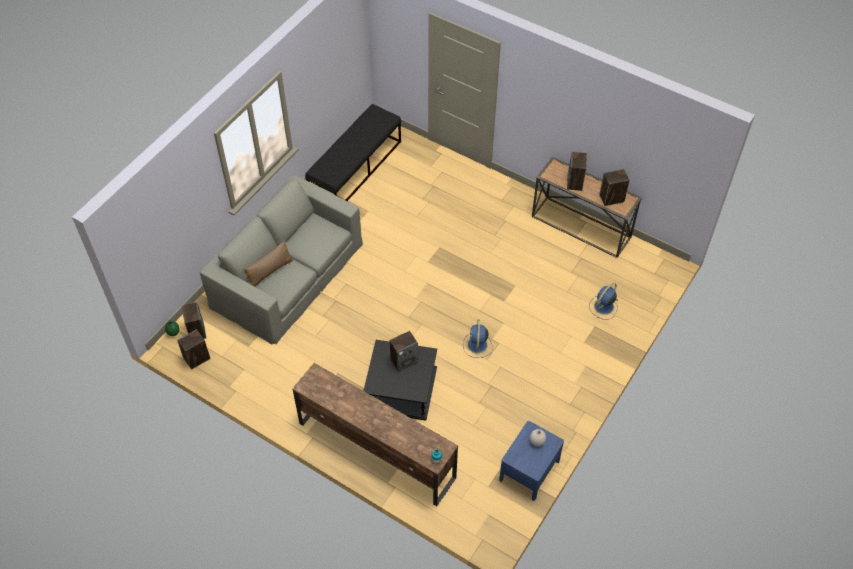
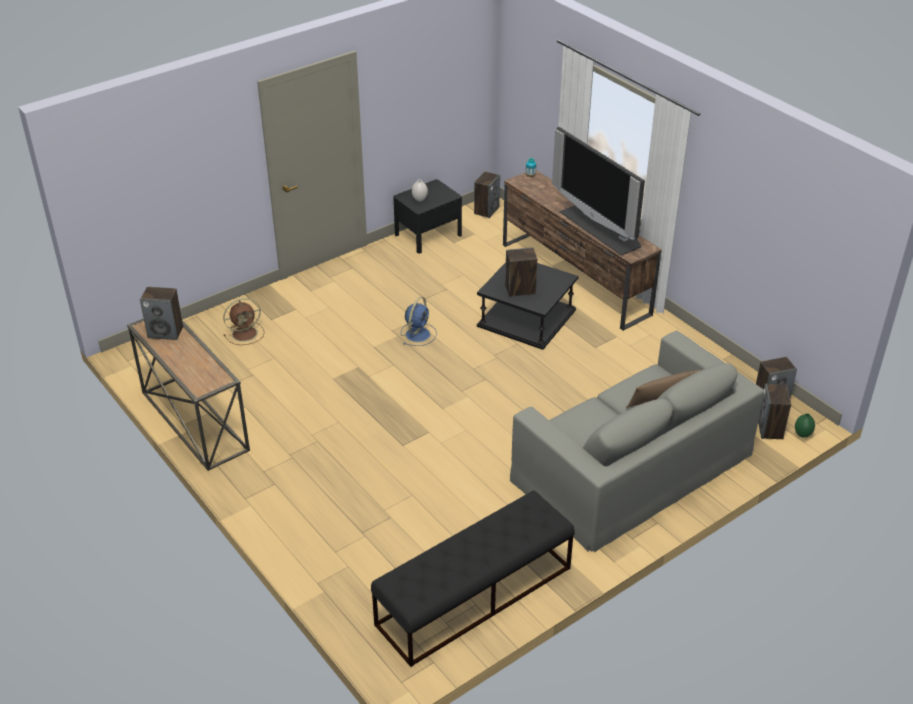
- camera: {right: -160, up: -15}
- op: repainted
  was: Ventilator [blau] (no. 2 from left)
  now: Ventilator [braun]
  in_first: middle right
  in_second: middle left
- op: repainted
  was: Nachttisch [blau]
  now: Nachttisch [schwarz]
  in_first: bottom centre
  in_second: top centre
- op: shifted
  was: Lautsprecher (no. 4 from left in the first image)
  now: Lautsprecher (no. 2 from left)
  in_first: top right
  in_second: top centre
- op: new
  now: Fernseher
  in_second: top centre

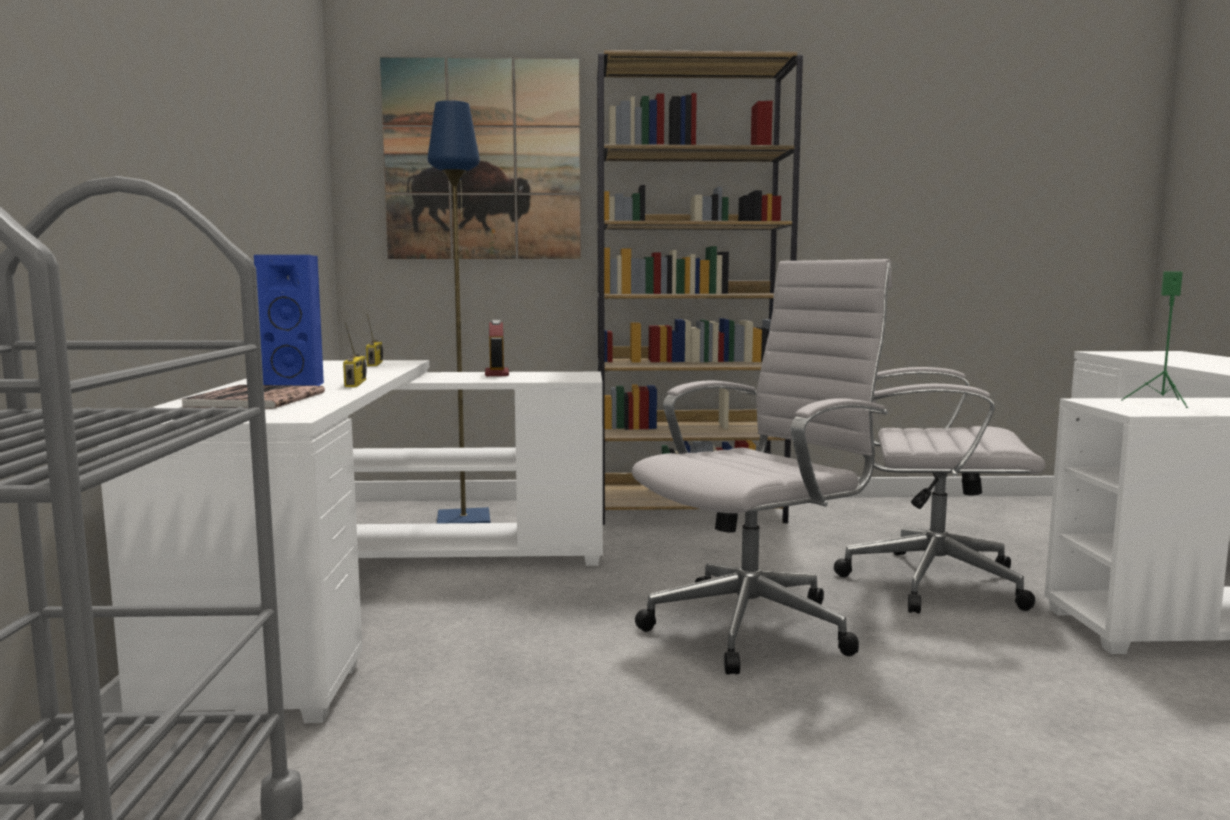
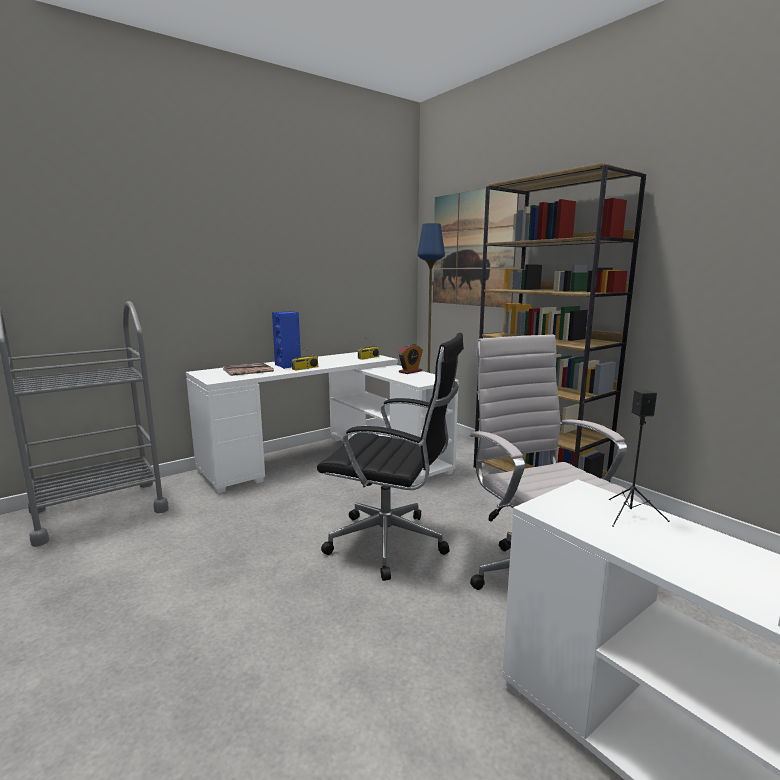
- camera: {right: 55, up: 5}
- op: repainted
  was: Bürostuhl [weiß] (no. 1 from left)
  now: Bürostuhl [schwarz]
  in_first: centre
  in_second: centre
- op: repainted
  was: Lautsprecher [grün]
  now: Lautsprecher [schwarz]
  in_first: middle right
  in_second: middle right

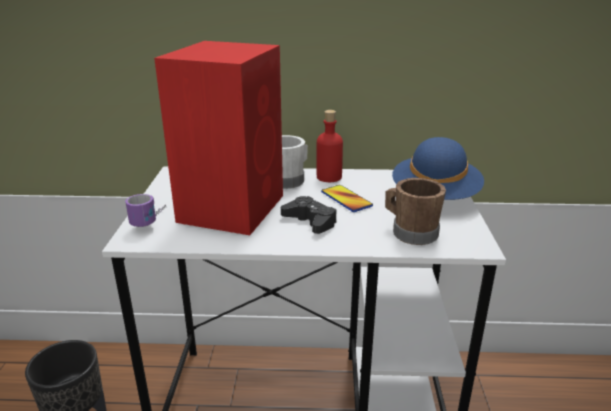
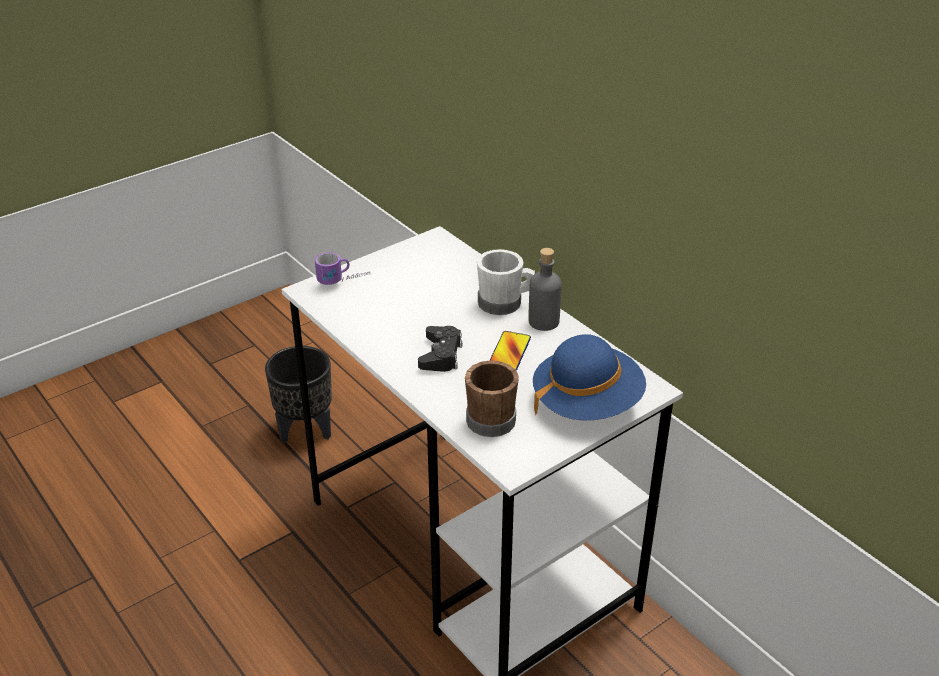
- camera: {right: 50, up: 10}
- op: repainted
  was: Flasche [rot]
  now: Flasche [grau]
  in_first: centre
  in_second: centre
- op: gone
  was: Lautsprecher [rot]
  in_first: centre

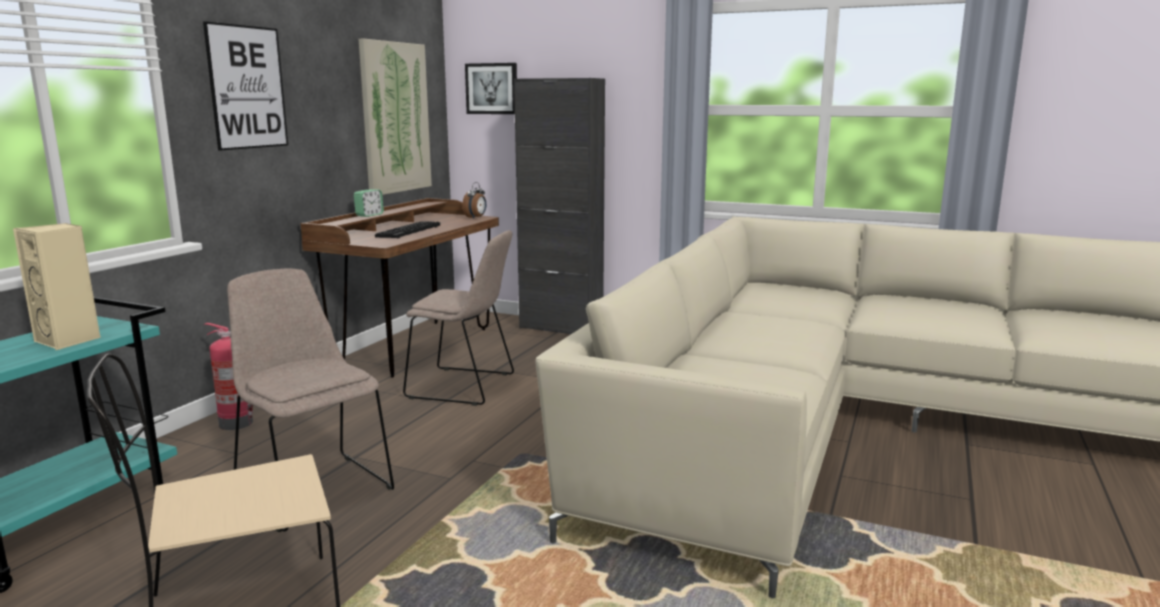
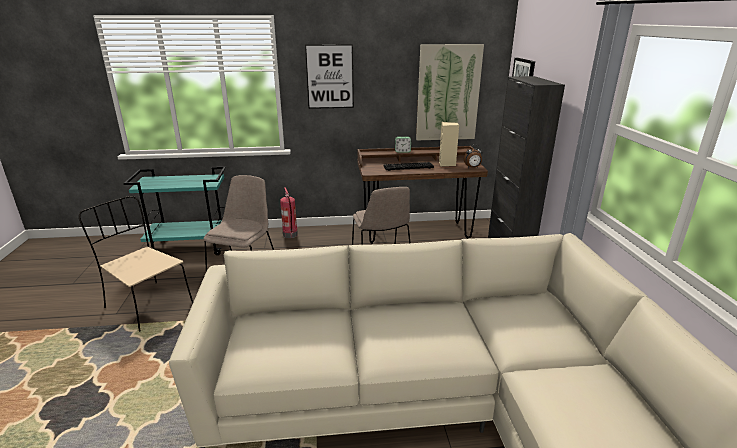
- camera: {right: 60, up: 10}
- op: shifted
  was: Lautsprecher [beige]
  in_first: middle left
  in_second: top centre

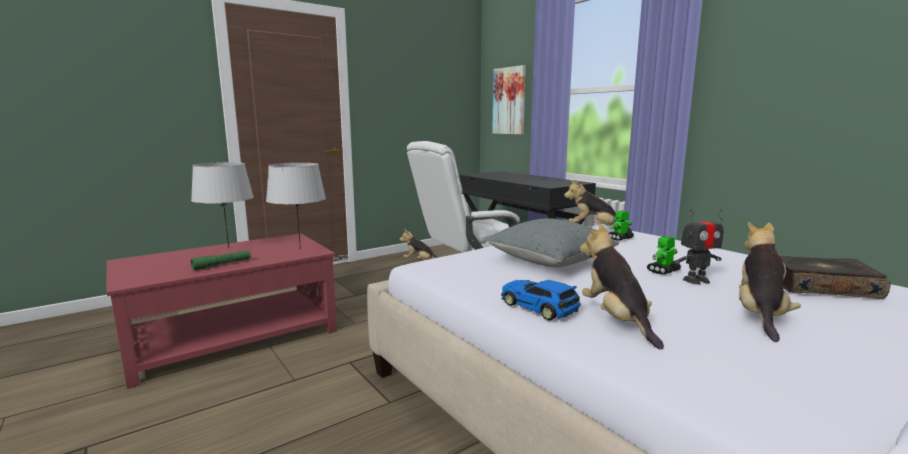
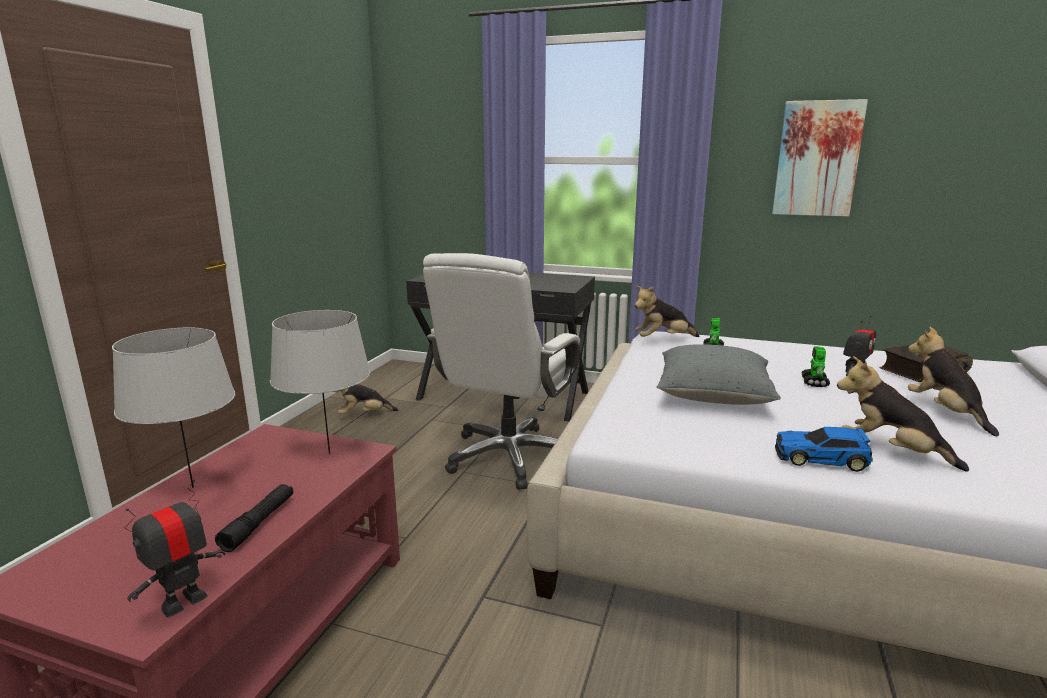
- camera: {right: -35, up: 5}
- op: new
  now: Spielzeugroboter (no. 1 from left)
  in_second: bottom left
- op: repainted
  was: Taschenlampe [grün]
  now: Taschenlampe [schwarz]
  in_first: middle left
  in_second: bottom left
- op: shifted
  was: Bild
  in_first: top centre
  in_second: top right

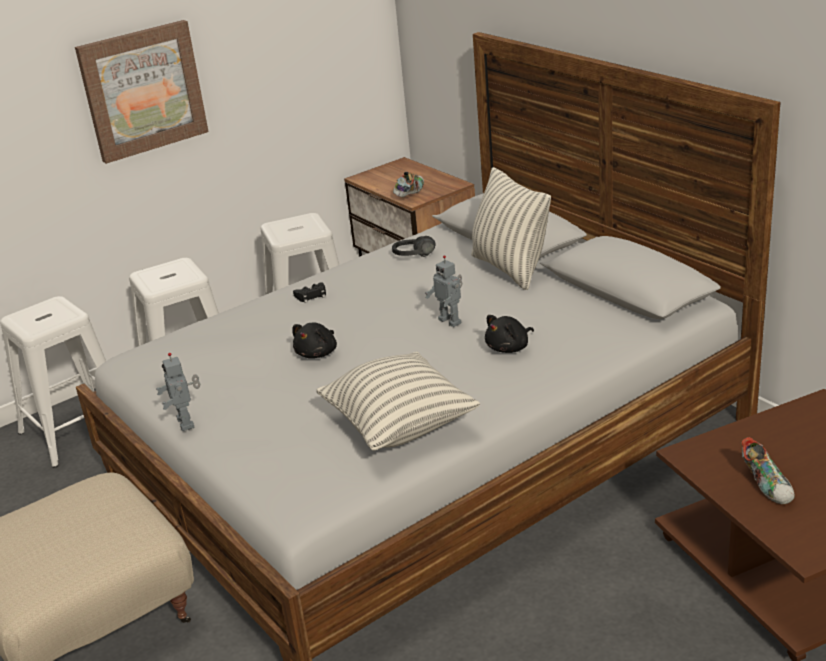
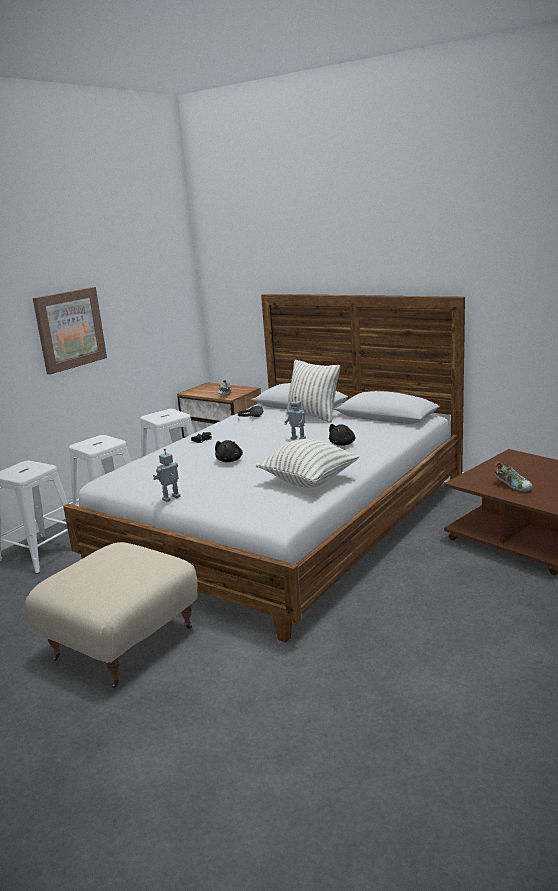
- camera: {right: -20, up: -10}
- op: rotated
  was: Spielzeugroboter (no. 1 from left)
  in_first: middle left
  in_second: middle left
  clockwise: 90

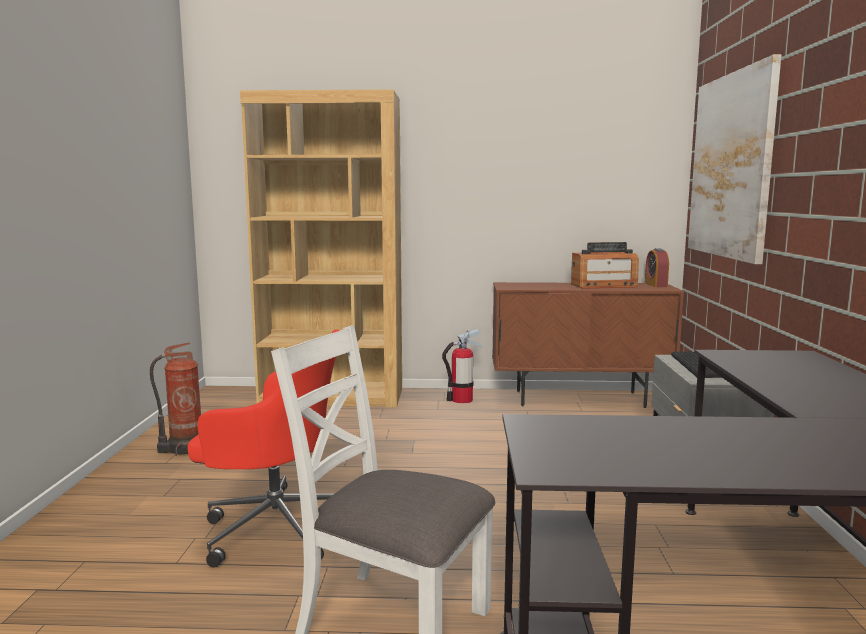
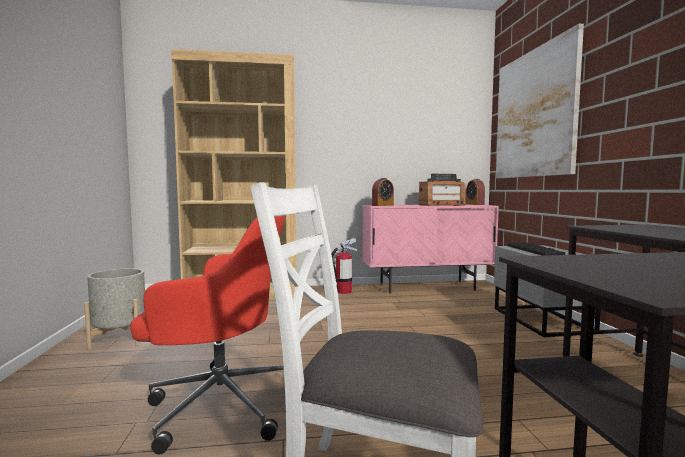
- camera: {right: -10, up: -5}
- op: swapped
  was: Feuerlöscher (no. 1 from left)
  now: Pflanzkübel [grau]
  in_first: middle left
  in_second: bottom left
- op: repainted
  was: Schrank [braun]
  now: Schrank [rosa]
  in_first: middle right
  in_second: centre
- op: new
  now: Wecker (no. 1 from left)
  in_second: centre

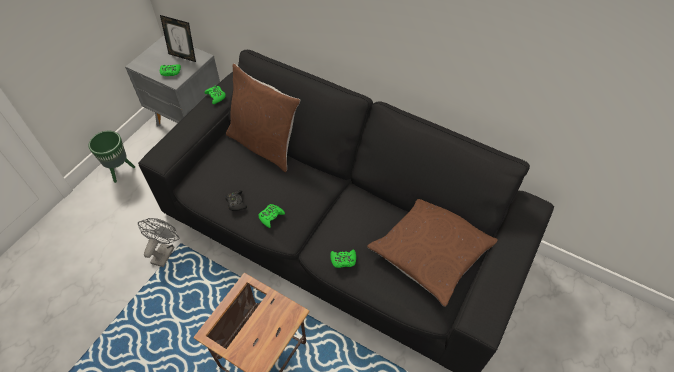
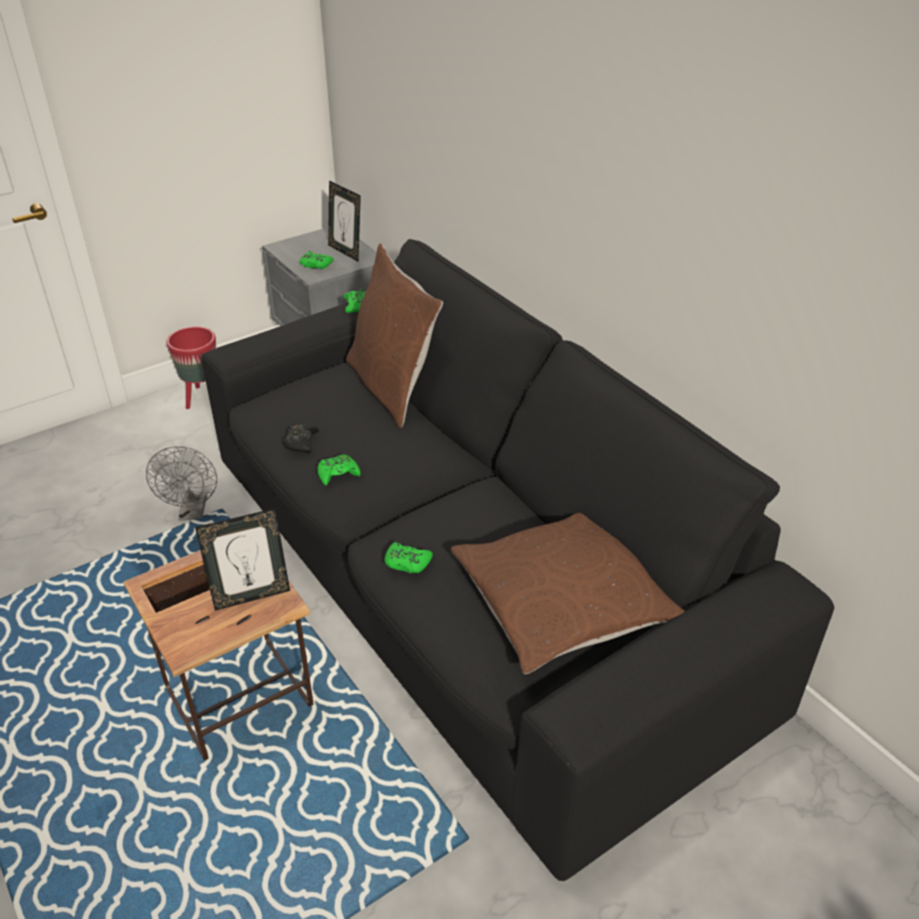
- camera: {right: 25, up: -15}
- op: rotated
  was: Ventilator [grau]
  in_first: middle left
  in_second: middle left
  clockwise: 135
- op: repainted
  was: Pflanzkübel [grün]
  now: Pflanzkübel [rot]
  in_first: middle left
  in_second: middle left
- op: new
  now: Bilderrahmen (no. 1 from left)
  in_second: middle left

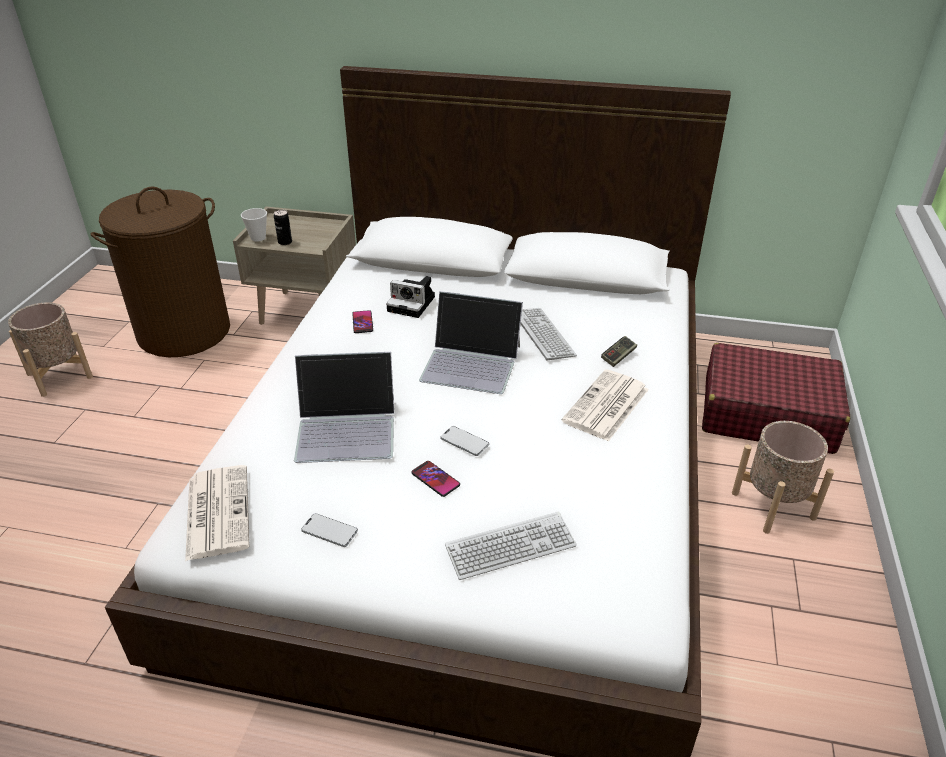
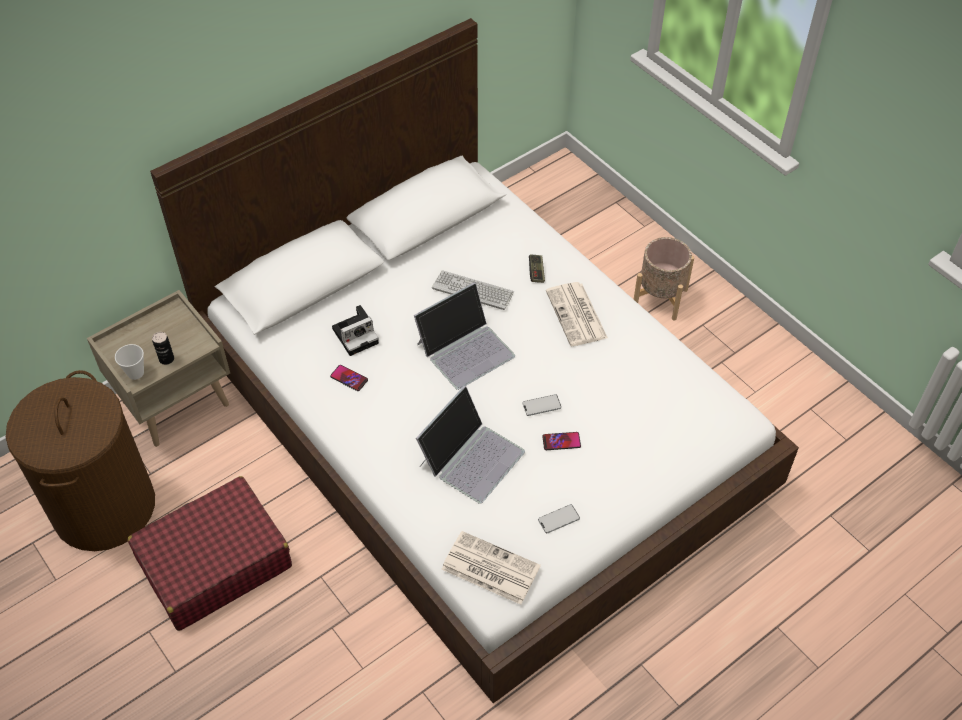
- camera: {right: -50, up: 15}
- op: shifted
  was: Koffer [rot]
  in_first: middle right
  in_second: bottom left
- op: gone
  was: Pflanzkübel [beige] (no. 1 from left)
  in_first: middle left
- op: gone
  was: Tastatur (no. 1 from left)
  in_first: bottom centre

